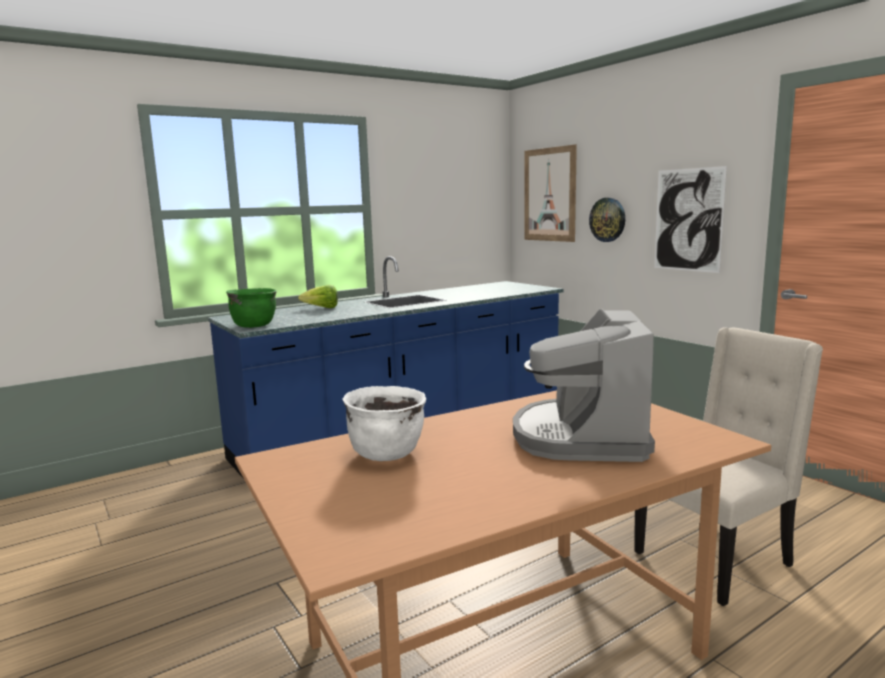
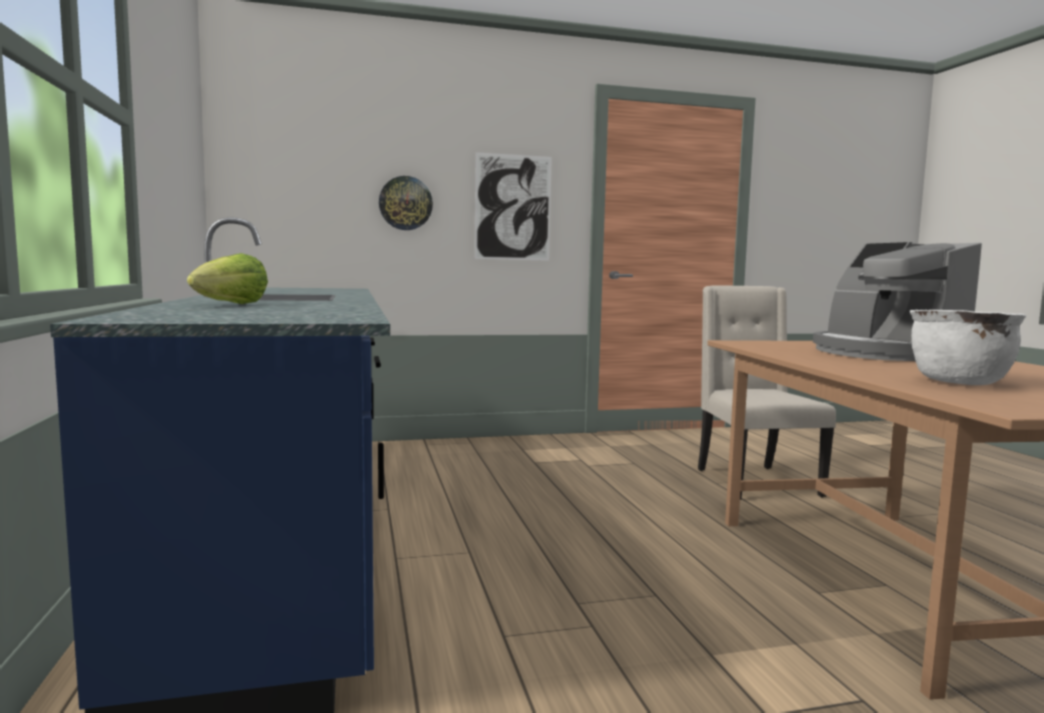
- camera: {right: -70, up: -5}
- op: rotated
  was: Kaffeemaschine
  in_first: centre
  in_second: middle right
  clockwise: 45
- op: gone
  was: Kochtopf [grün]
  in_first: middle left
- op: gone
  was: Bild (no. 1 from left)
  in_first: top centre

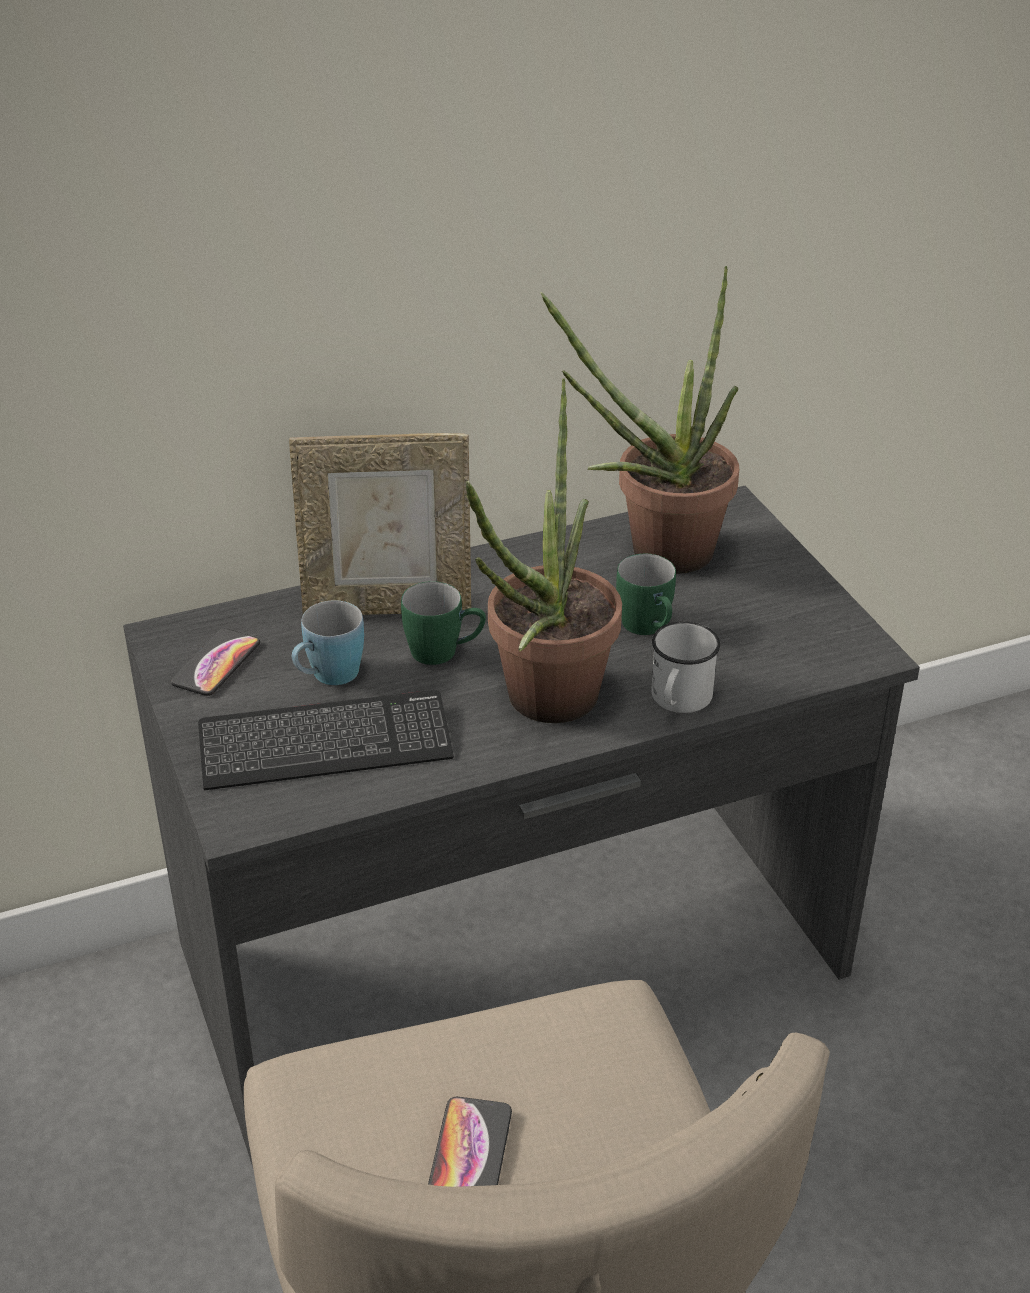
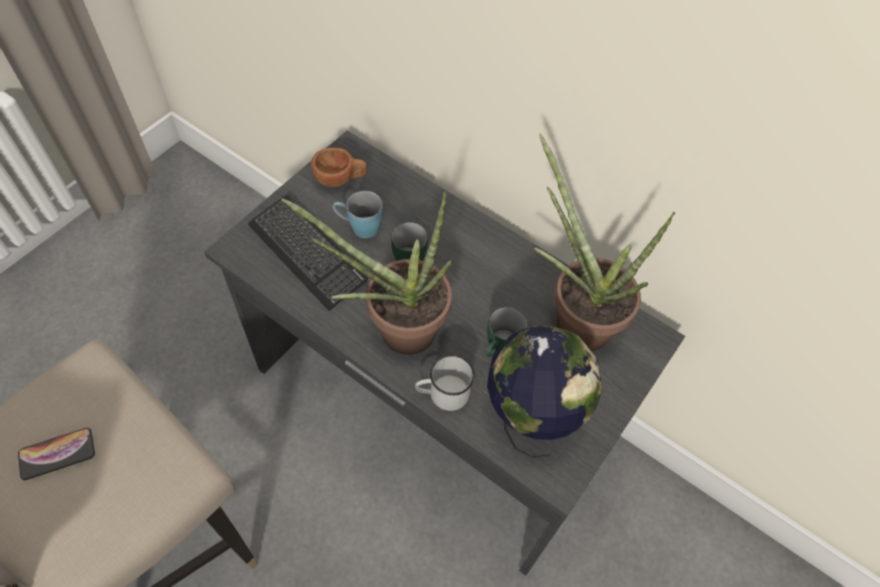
- camera: {right: 55, up: 20}
- op: swapped
  was: Handy (no. 1 from left)
  now: Tasse [braun]
  in_first: middle left
  in_second: top centre
- op: new
  now: Globus
  in_second: bottom centre
- op: gone
  was: Bilderrahmen
  in_first: centre

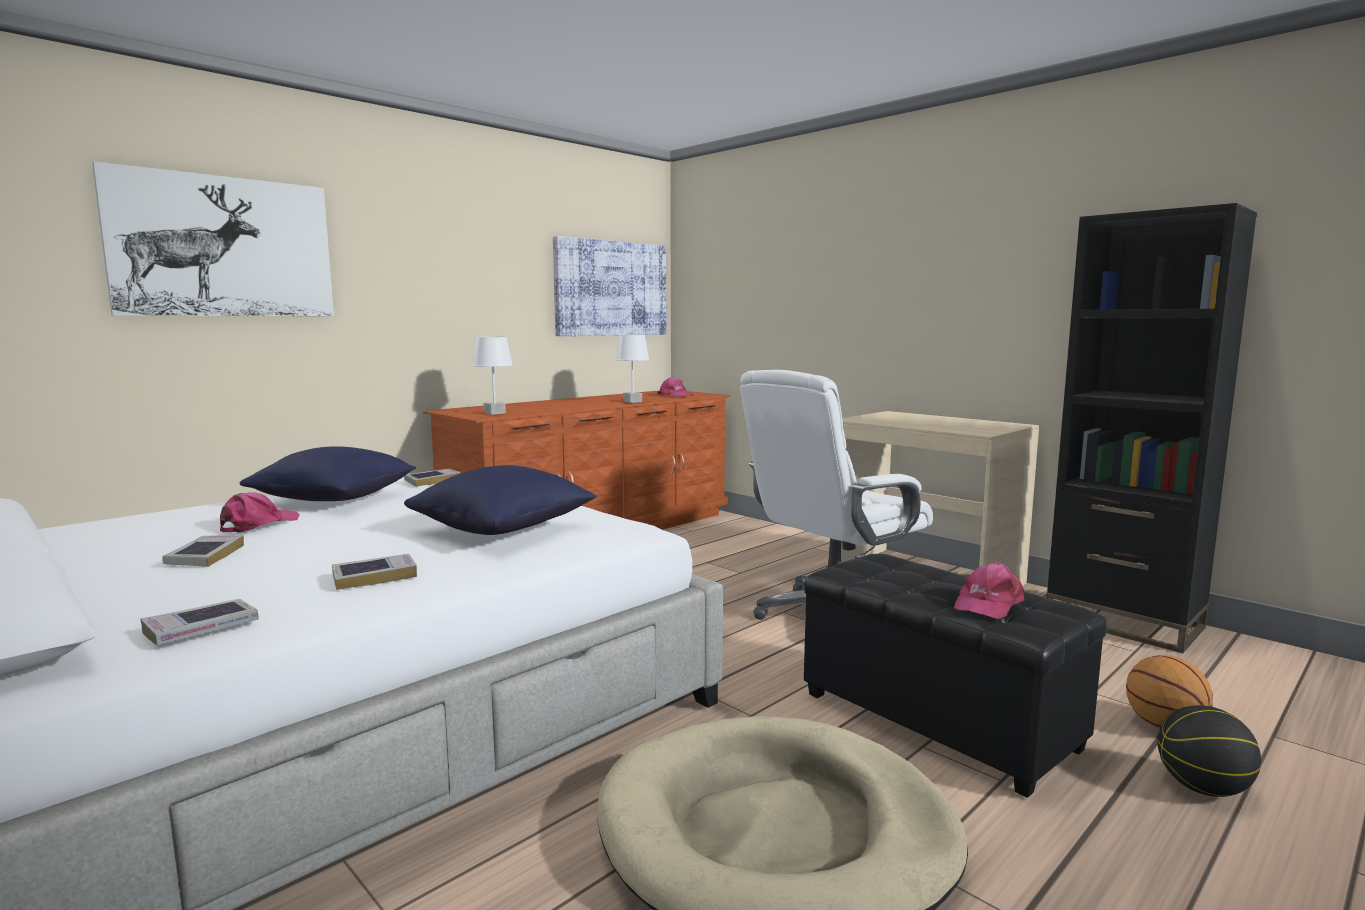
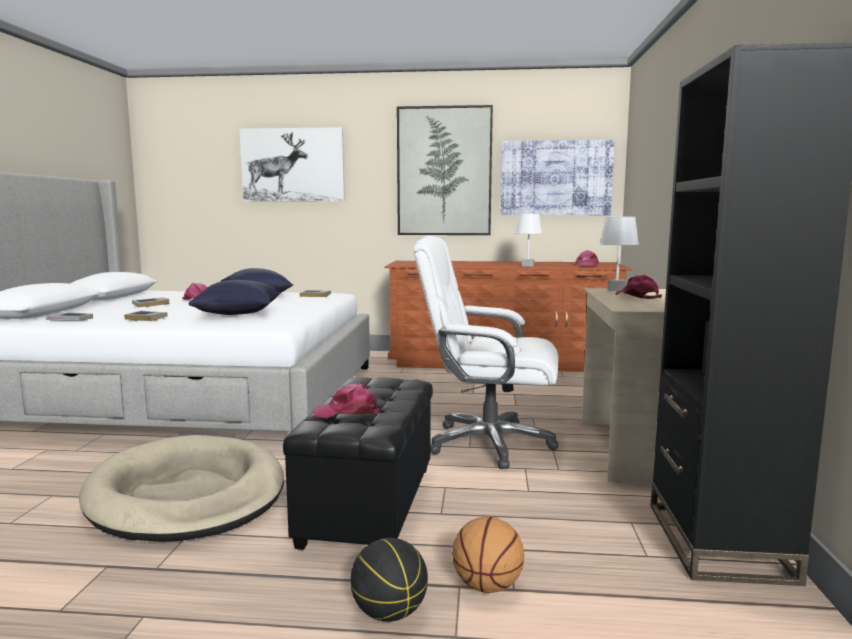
- camera: {right: 50, up: 0}
- op: new
  now: Bild (no. 2 from left)
  in_second: top centre
- op: shifted
  was: Tischlampe [weiß] (no. 1 from left in the first image)
  now: Tischlampe [weiß] (no. 2 from left)
  in_first: centre
  in_second: middle right
- op: new
  now: Kappe [rosa] (no. 4 from left)
  in_second: middle right

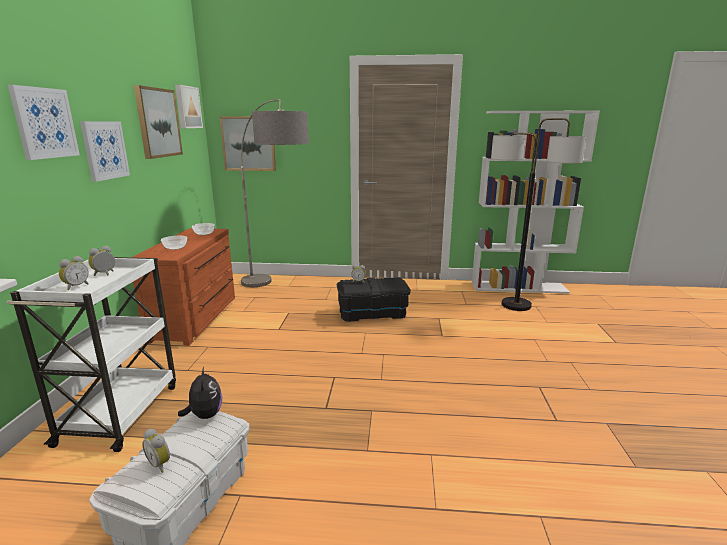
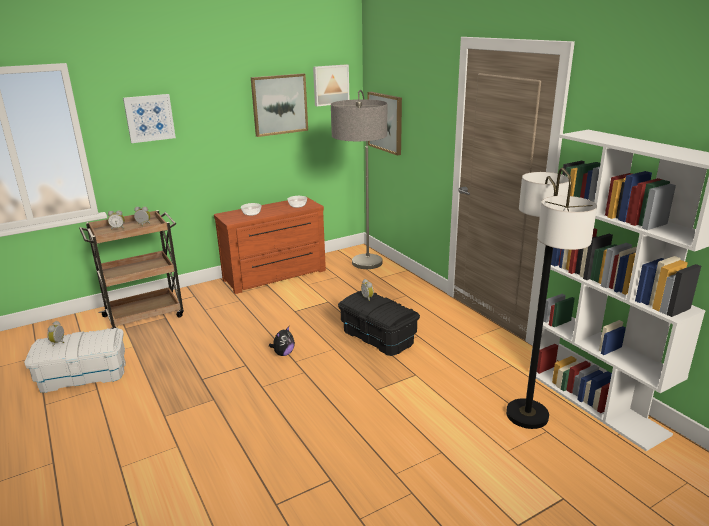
- camera: {right: 55, up: 5}
- op: repainted
  was: Rollwagen [weiß]
  now: Rollwagen [braun]
  in_first: middle left
  in_second: middle left
- op: shifted
  was: Plüschtier
  in_first: bottom left
  in_second: centre
- op: gone
  was: Bild (no. 2 from left)
  in_first: top left

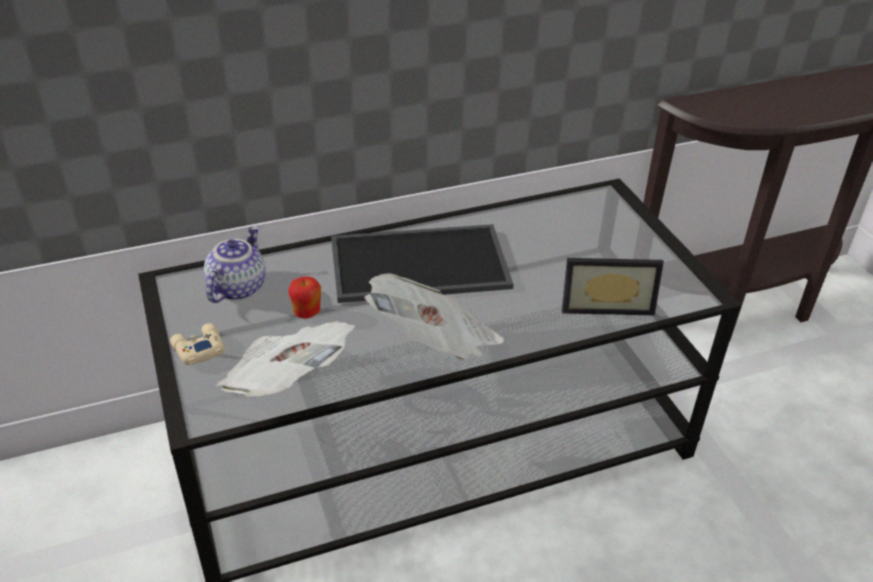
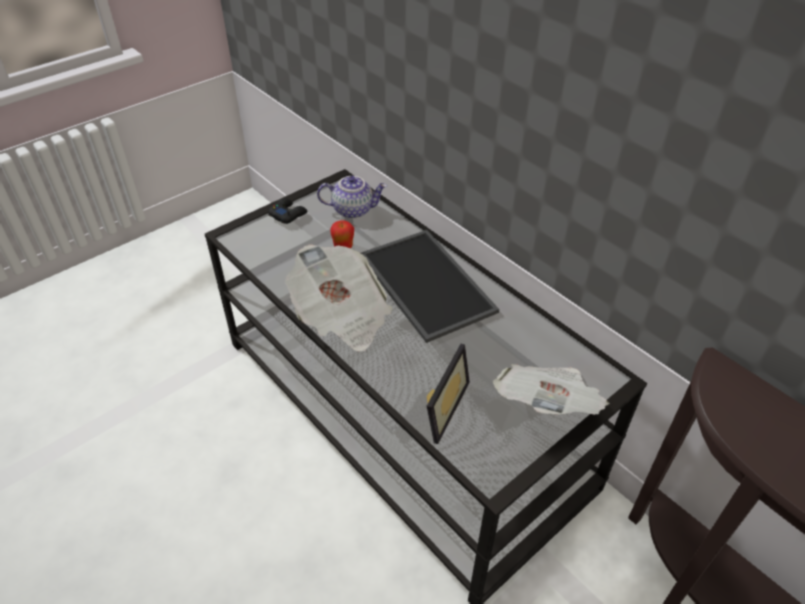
- camera: {right: 70, up: 5}
- op: repainted
  was: Gamepad [beige]
  now: Gamepad [schwarz]
  in_first: middle left
  in_second: centre
- op: rotated
  was: Bilderrahmen
  in_first: middle right
  in_second: centre
  clockwise: -135
- op: shifted
  was: Zeitung (no. 1 from left in the first image)
  now: Zeitung (no. 2 from left)
  in_first: middle left
  in_second: middle right

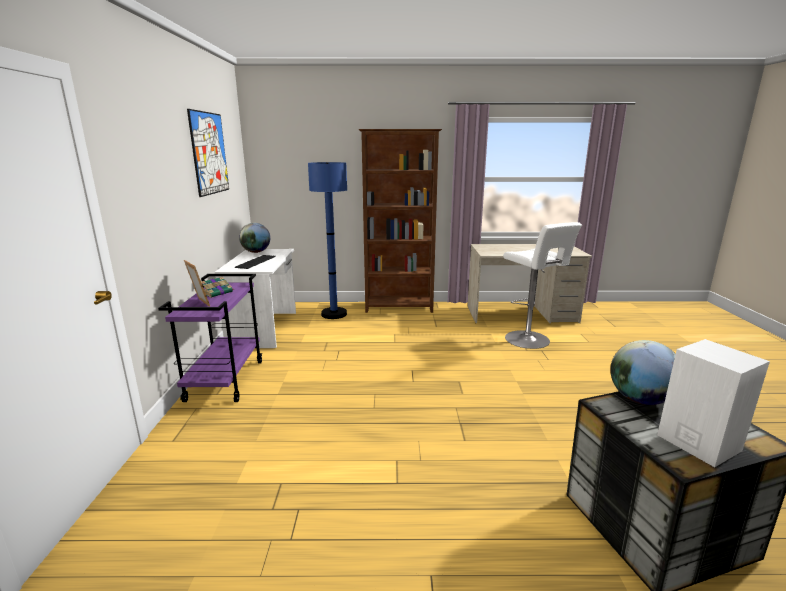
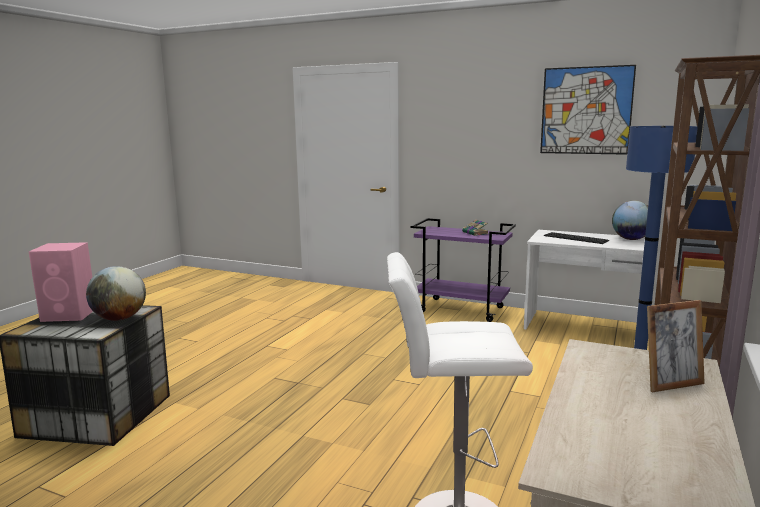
- camera: {right: 115, up: -5}
- op: repainted
  was: Lautsprecher [weiß]
  now: Lautsprecher [rosa]
  in_first: bottom right
  in_second: middle left
- op: shifted
  was: Bilderrahmen
  in_first: middle left
  in_second: bottom right

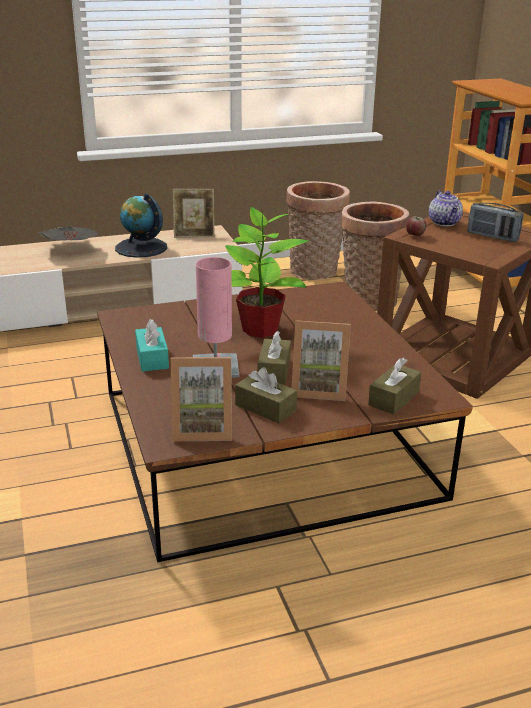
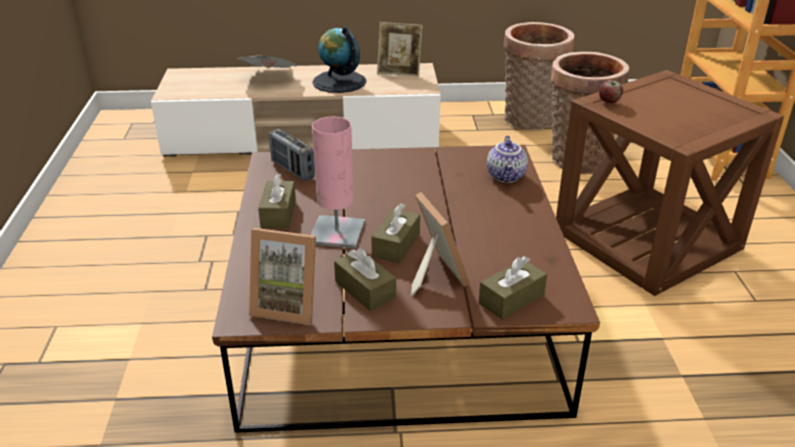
- camera: {right: 15, up: 5}
- op: repainted
  was: Taschentuchbox [türkis]
  now: Taschentuchbox [braun] (no. 1 from left)
  in_first: middle left
  in_second: centre
- op: shifted
  was: Radio
  in_first: top right
  in_second: centre
- op: rotated
  was: Bilderrahmen (no. 3 from left)
  in_first: centre
  in_second: centre
  clockwise: -135
- op: shifted
  was: Teekanne
  in_first: top right
  in_second: centre
- op: gone
  was: Topfpflanze
  in_first: centre

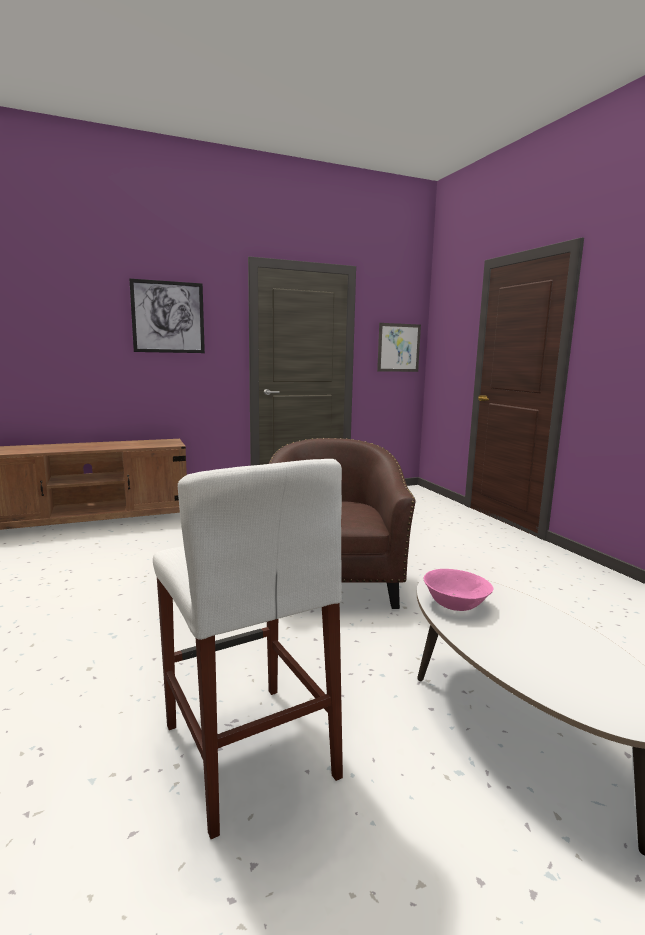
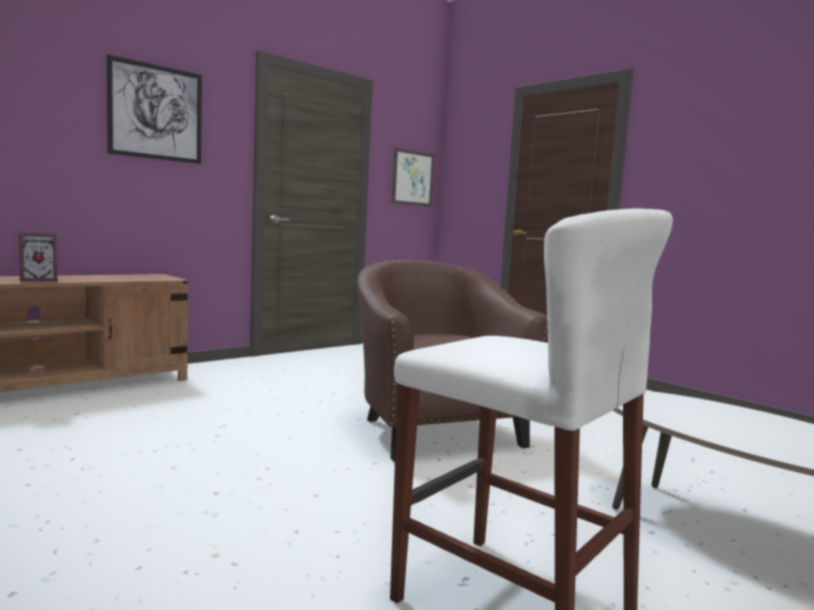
- camera: {right: -20, up: -5}
- op: new
  now: Bilderrahmen
  in_second: middle left
- op: gone
  was: Schüssel [rosa]
  in_first: middle right

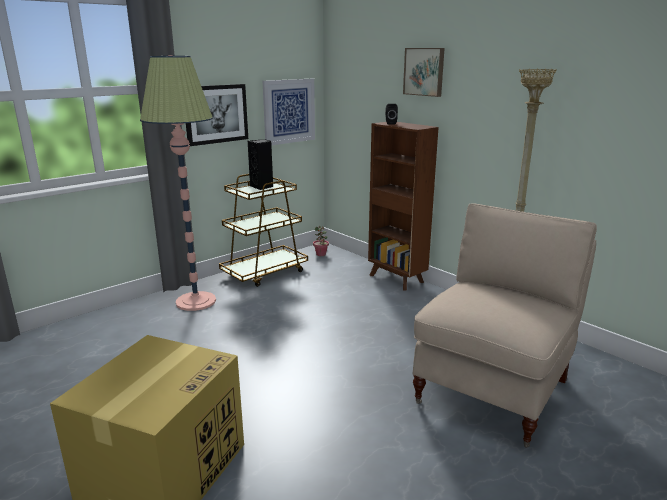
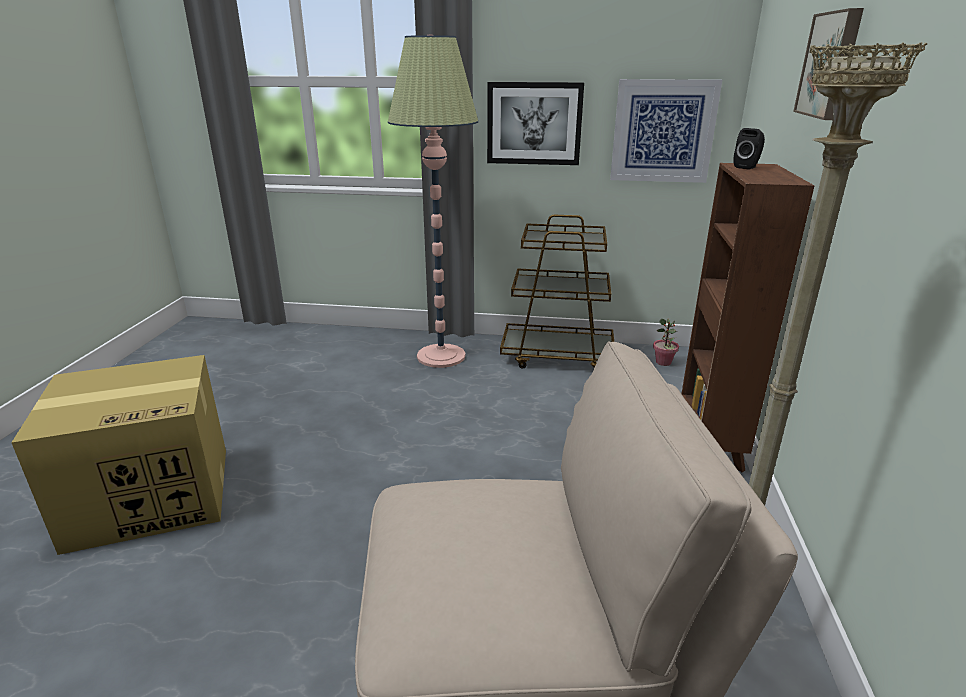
- camera: {right: 50, up: 5}
- op: gone
  was: Lautsprecher [schwarz] (no. 1 from left)
  in_first: top centre

